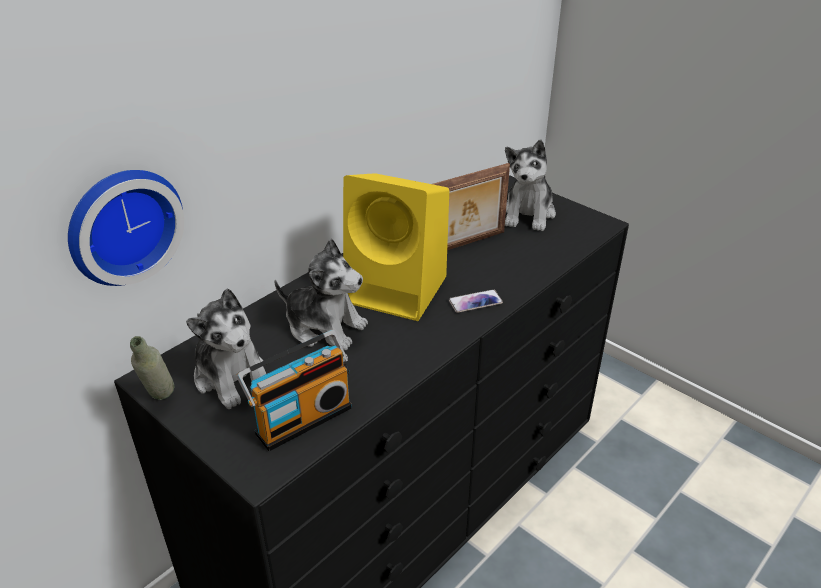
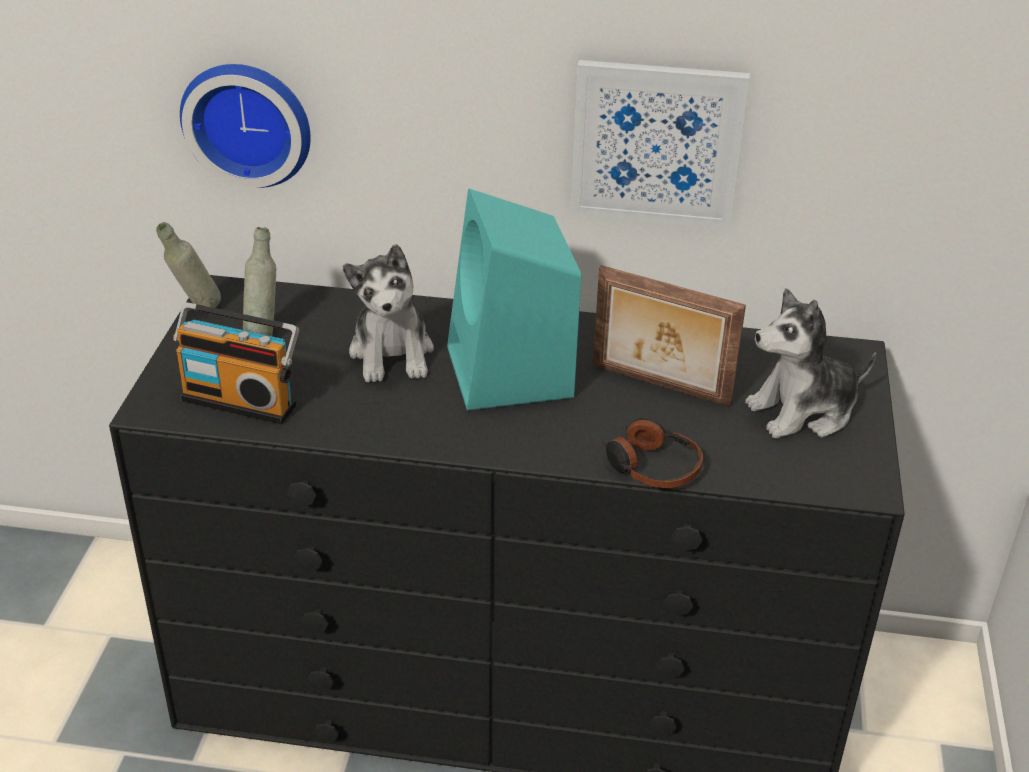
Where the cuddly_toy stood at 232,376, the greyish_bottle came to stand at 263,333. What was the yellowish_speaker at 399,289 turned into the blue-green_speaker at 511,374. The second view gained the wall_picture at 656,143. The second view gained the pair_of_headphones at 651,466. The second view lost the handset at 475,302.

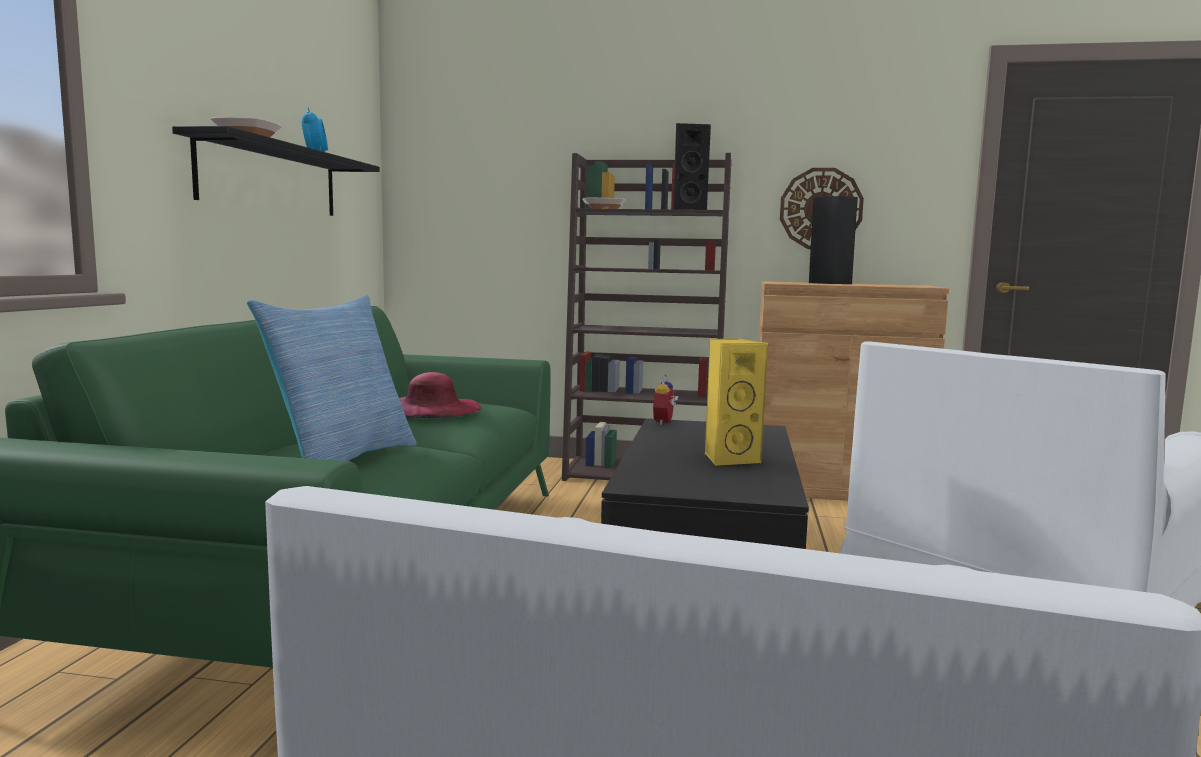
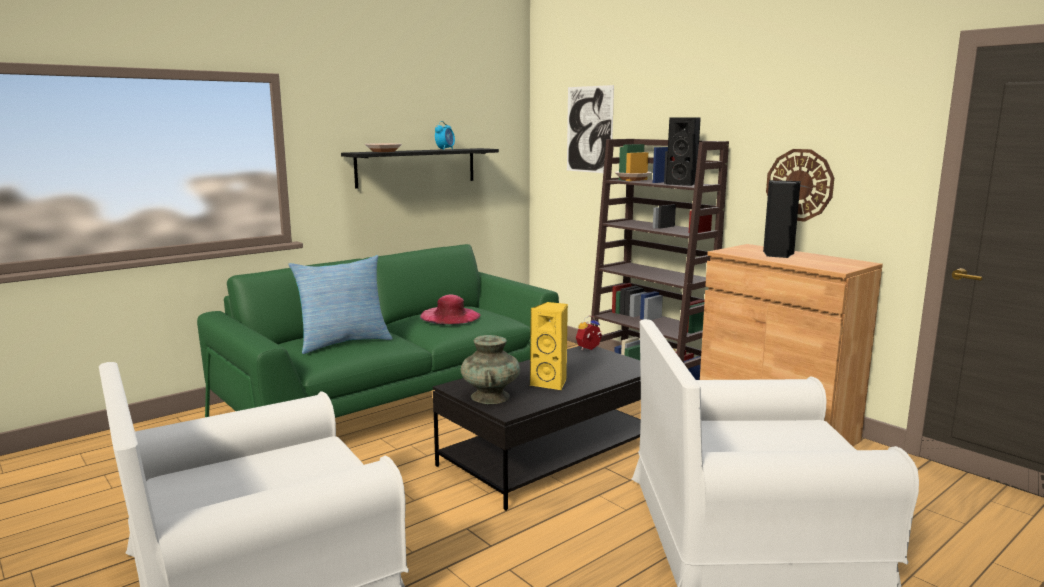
The second view gained the blue-green_flower_vase at 490,396. The second view gained the wall_picture at 589,129.

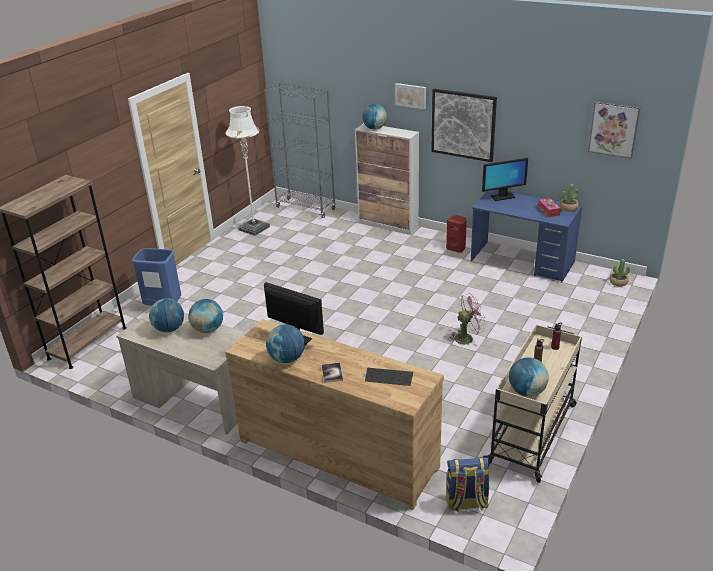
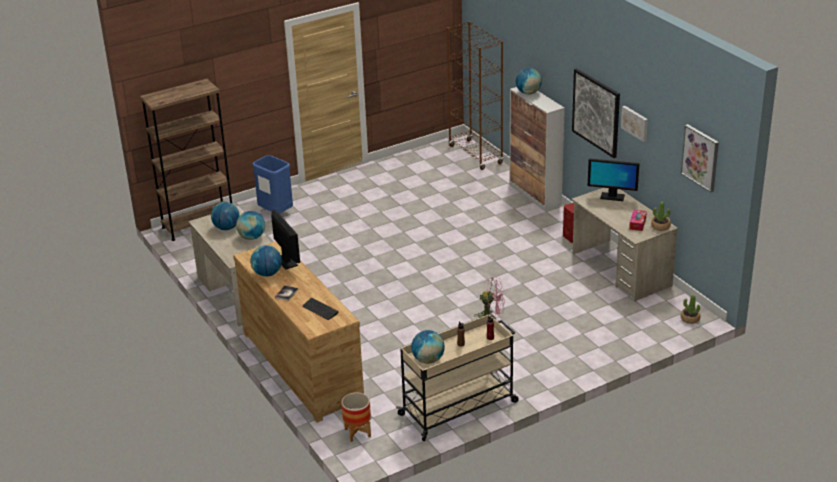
Where the rucksack stood at 466,503, the flower_pot came to stand at 357,433. What was the greyish_shelving_unit at 306,208 turned into the brown-coloured_shelving_unit at 475,155. What was the blue_desk at 522,262 turned into the sand-coloured_desk at 621,270. The wall_picture ended up elsewhere, having gone from 411,95 to 635,123. The second view lost the white-coloured_standing_lamp at 254,228.

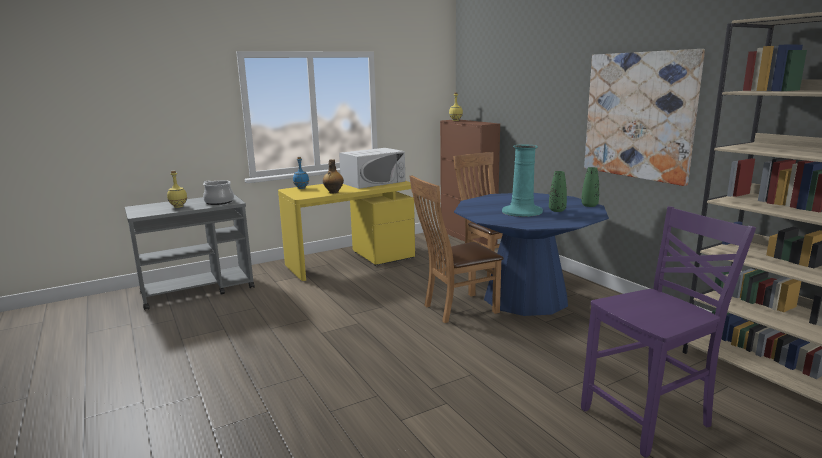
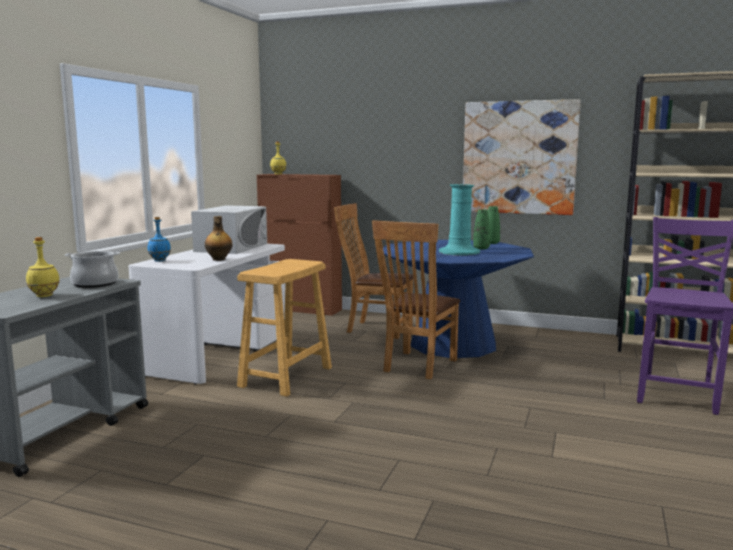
What was the yellowish_desk at 351,261 turned into the white-coloured_desk at 218,353. The second view gained the sand-coloured_stool_seat at 285,377.

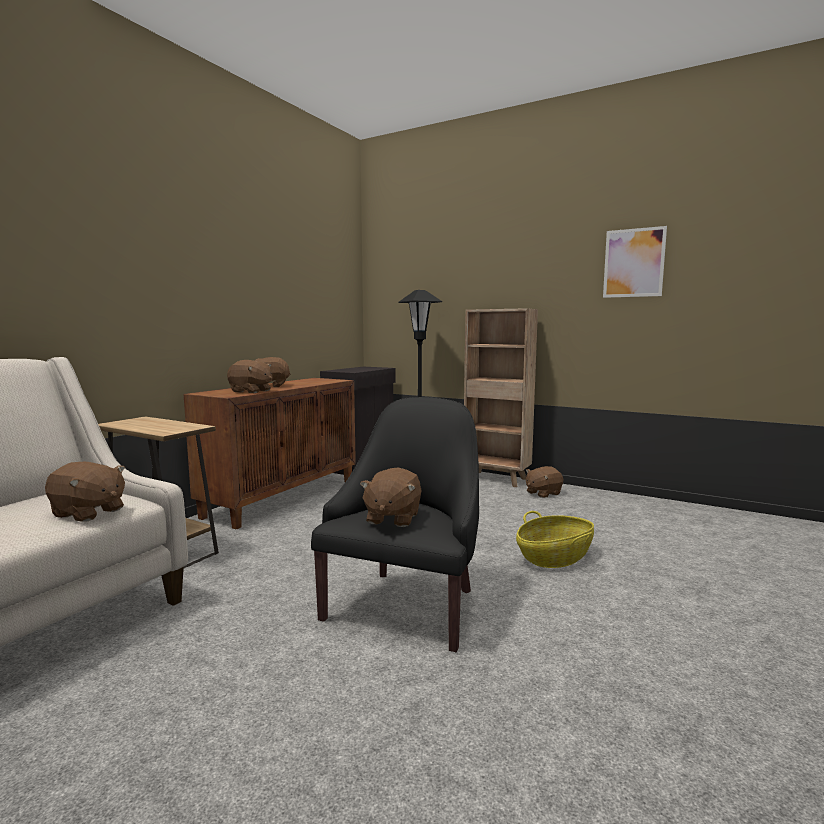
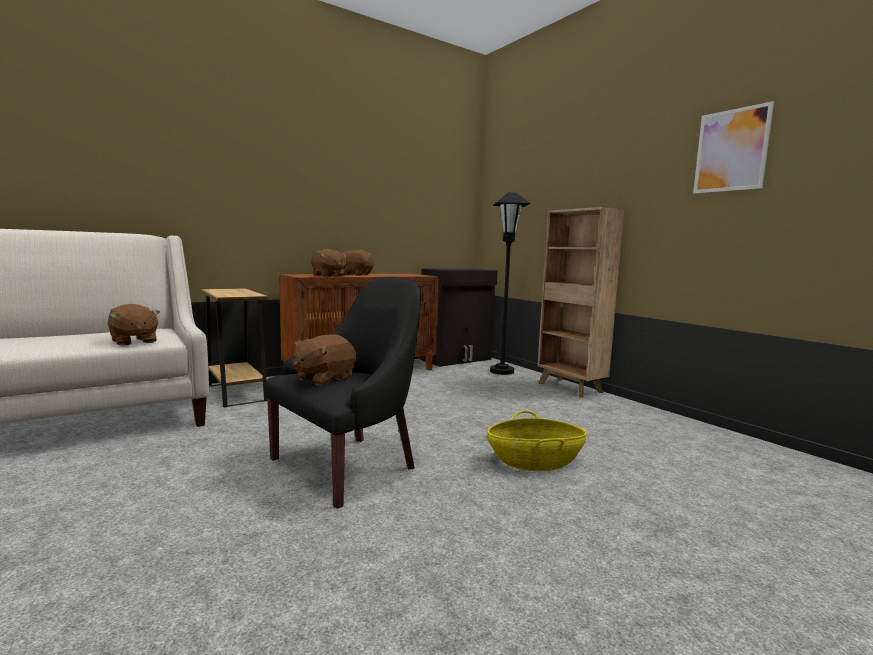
The second view lost the brown-coloured_cuddly_toy at 543,493.

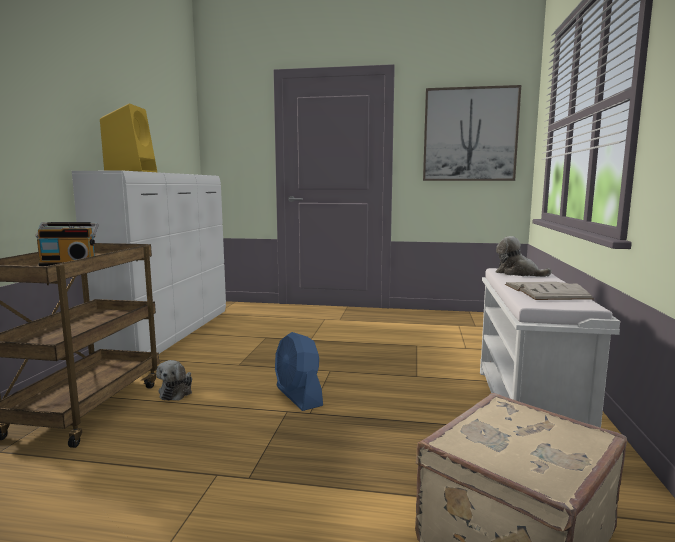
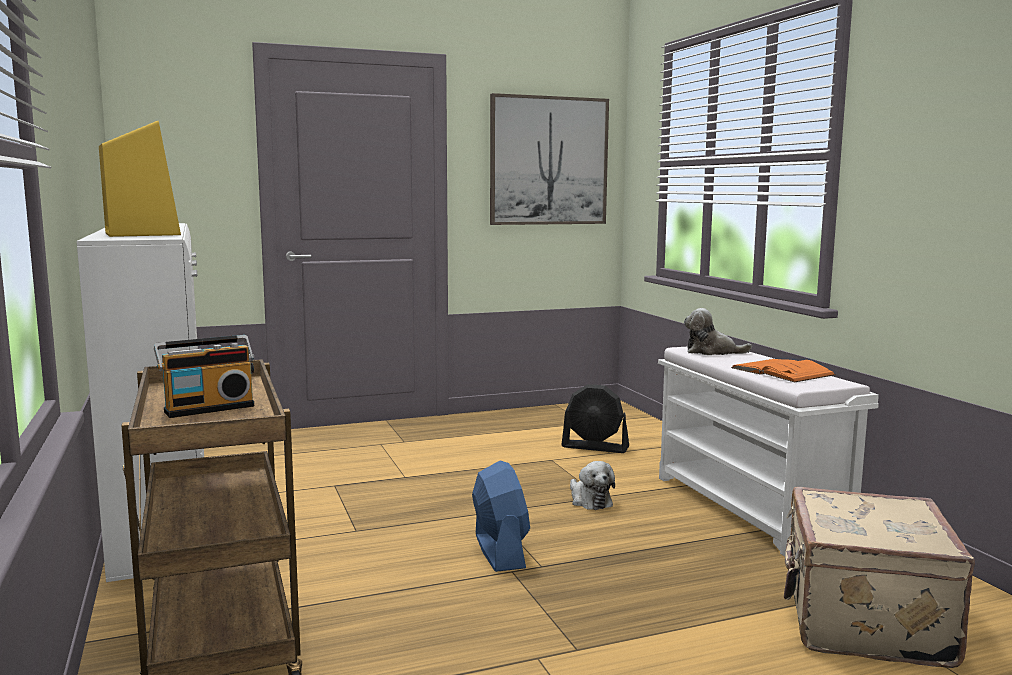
The blue_cooling_fan at 298,396 ended up facing another way, 135 degrees counterclockwise from before. The second view gained the black_cooling_fan at 595,447. The cuddly_toy ended up elsewhere, having gone from 177,391 to 589,500. What was the white-coloured_volume at 546,291 turned into the orange-coloured_volume at 782,371.

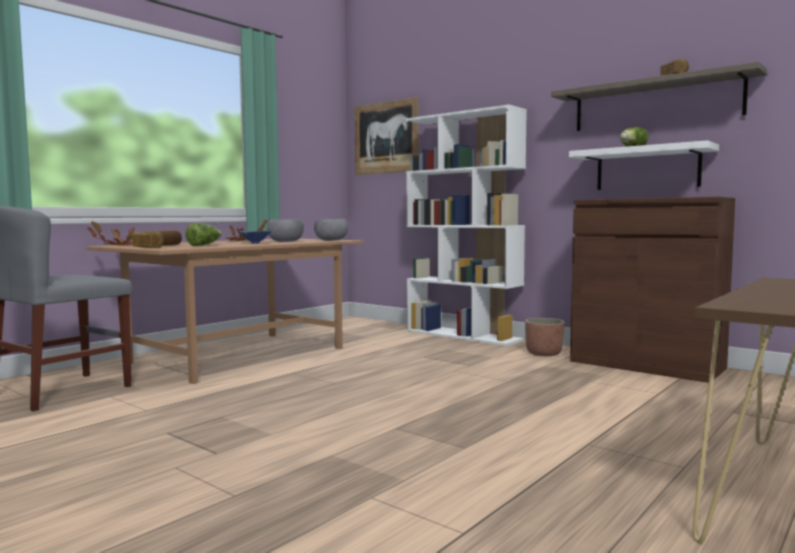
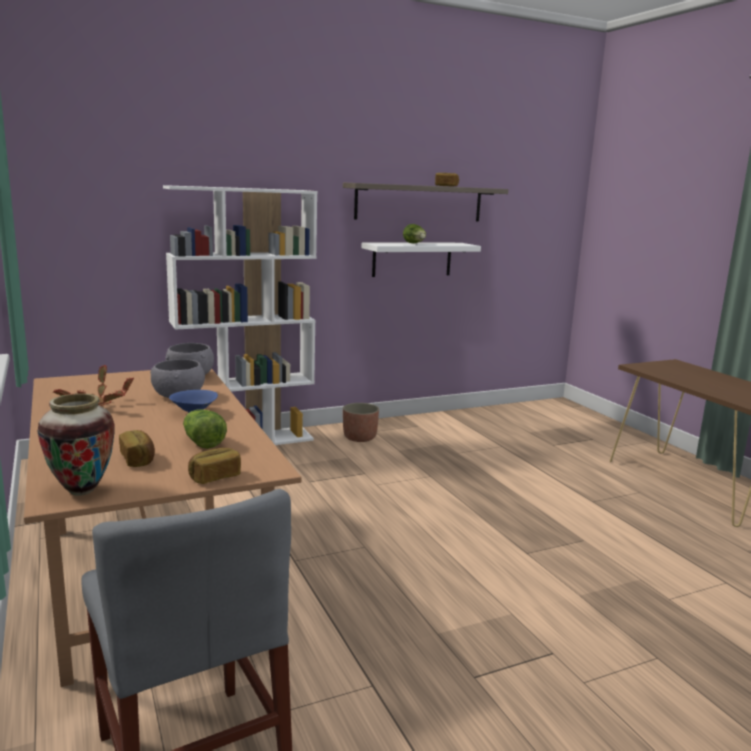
Where the plant_in_a_pot stood at 119,245, the flower_vase came to stand at 82,491. The second view lost the wall_picture at 386,138. The second view lost the brown-coloured_storage_cabinet at 646,365.

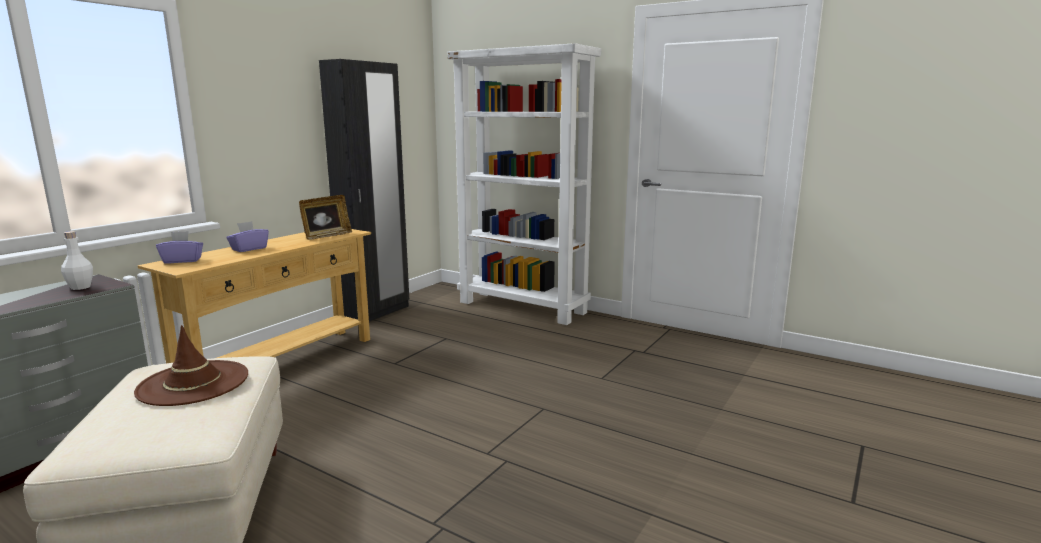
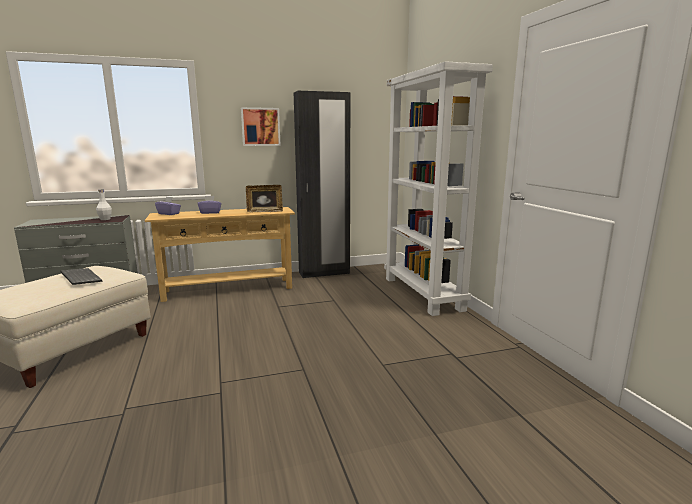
Where the brown-coloured_wearable_hat stood at 193,383, the PC_keyboard came to stand at 79,278. The second view gained the wall_picture at 260,127.

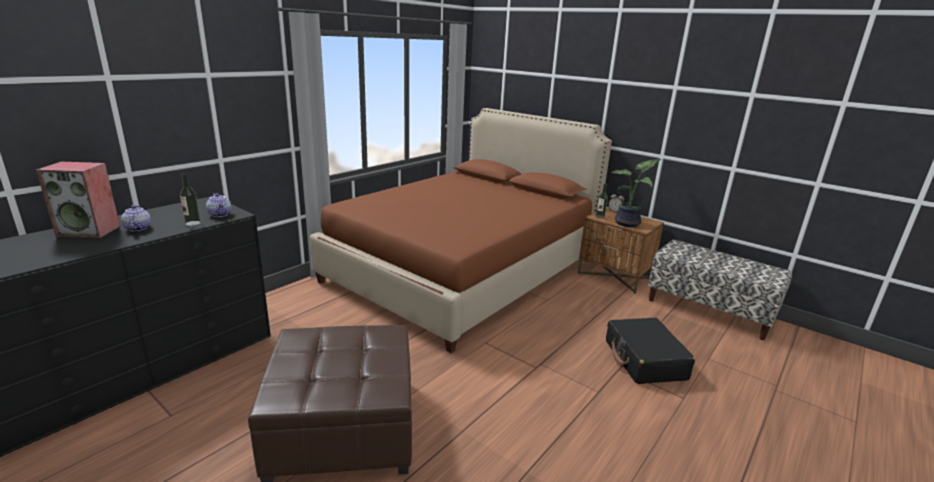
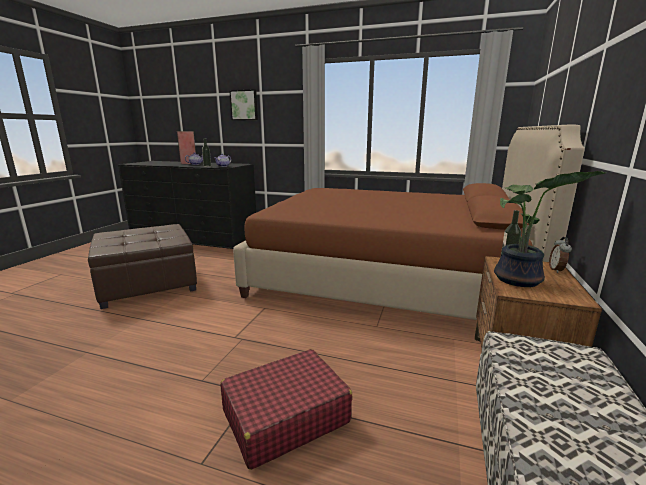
What was the black_travel_case at 644,360 turned into the red_travel_case at 285,416. The second view gained the wall_picture at 244,105.

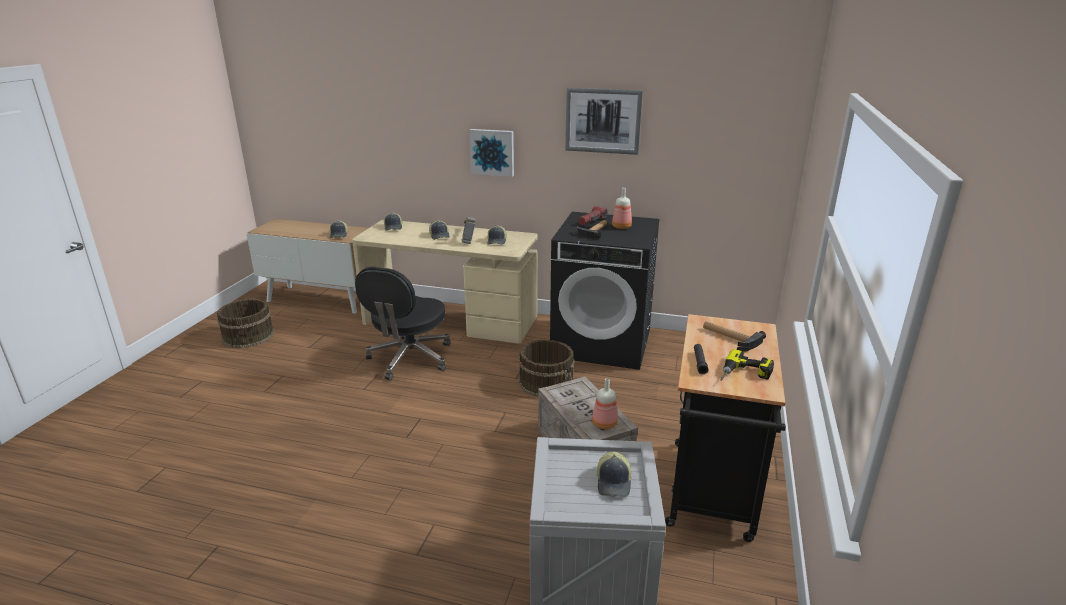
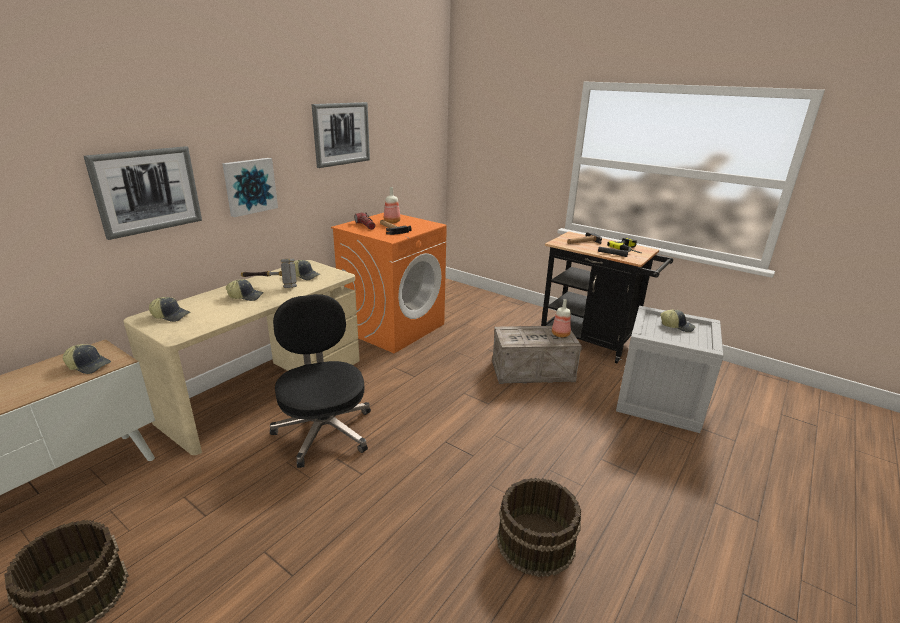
The second view gained the wall_picture at 147,191. The black_office_chair at 409,359 ended up facing another way, 150 degrees counterclockwise from before. What was the black_laundry_machine at 602,343 turned into the orange-coloured_laundry_machine at 393,327. The brown-coloured_water_bucket ended up elsewhere, having gone from 546,382 to 535,541.

